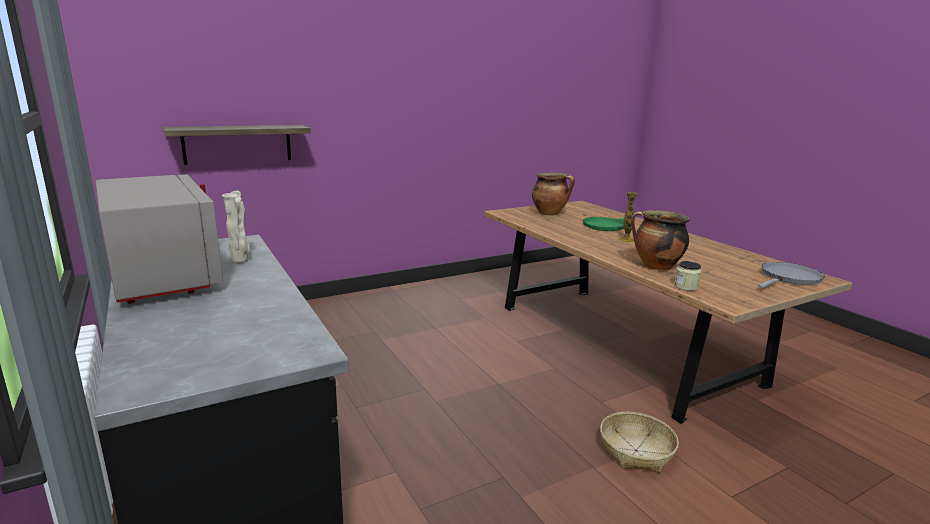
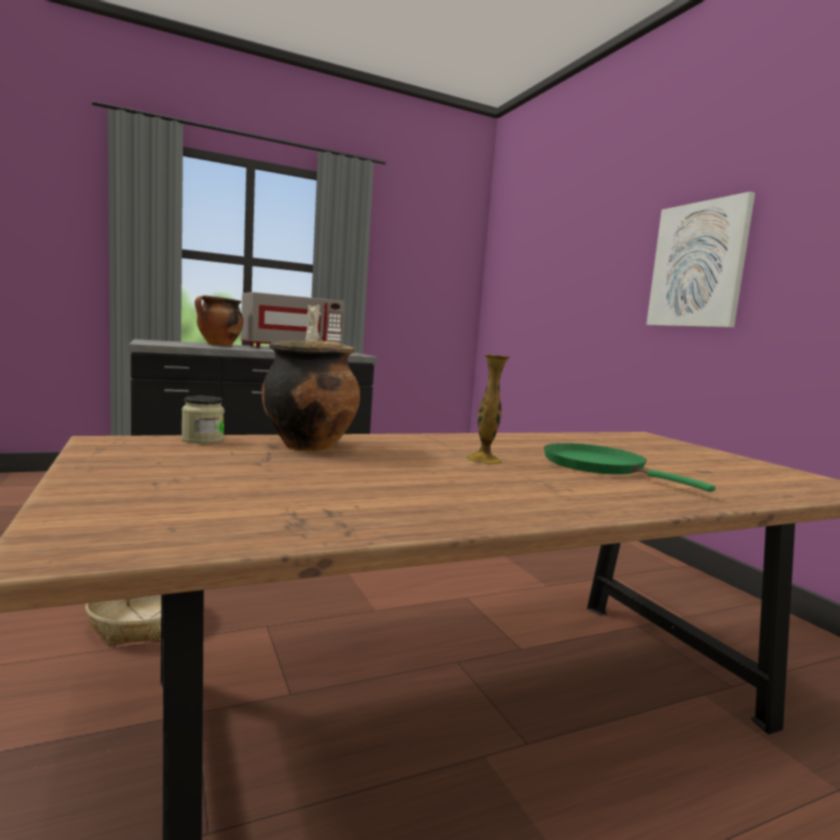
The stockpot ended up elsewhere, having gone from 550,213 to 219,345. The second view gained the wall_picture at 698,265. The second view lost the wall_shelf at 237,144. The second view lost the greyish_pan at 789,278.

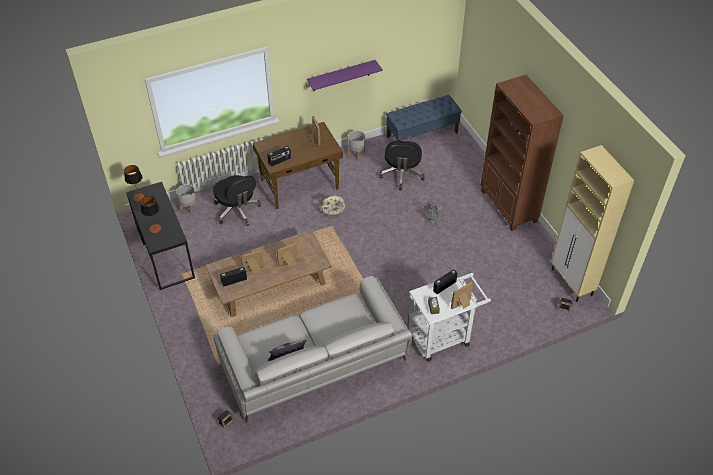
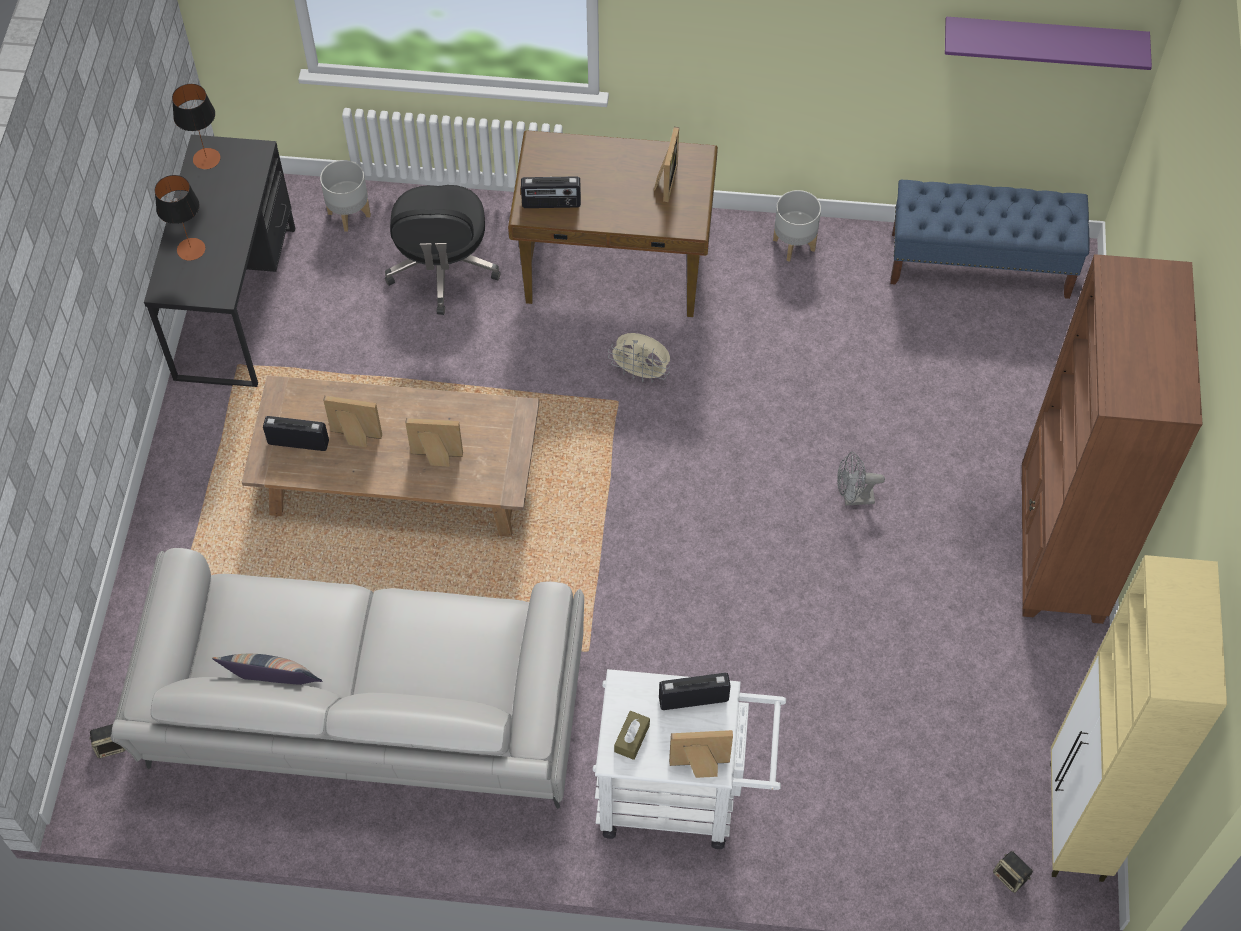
The purple-coloured_wall_shelf ended up elsewhere, having gone from 341,76 to 1043,40. The second view lost the black_office_chair at 401,174.

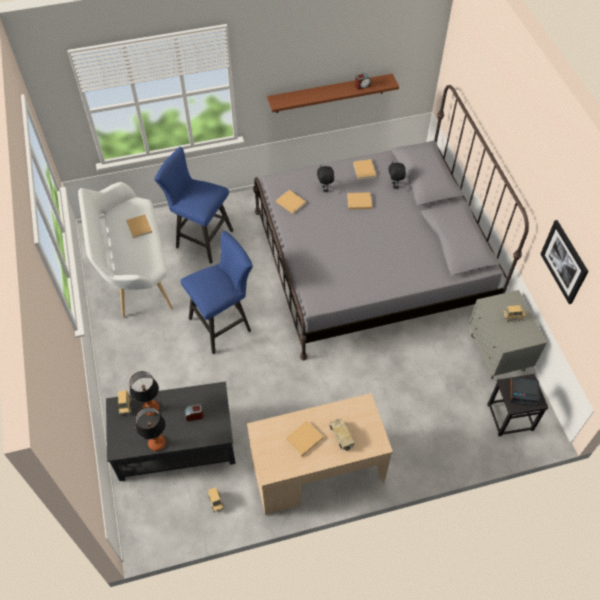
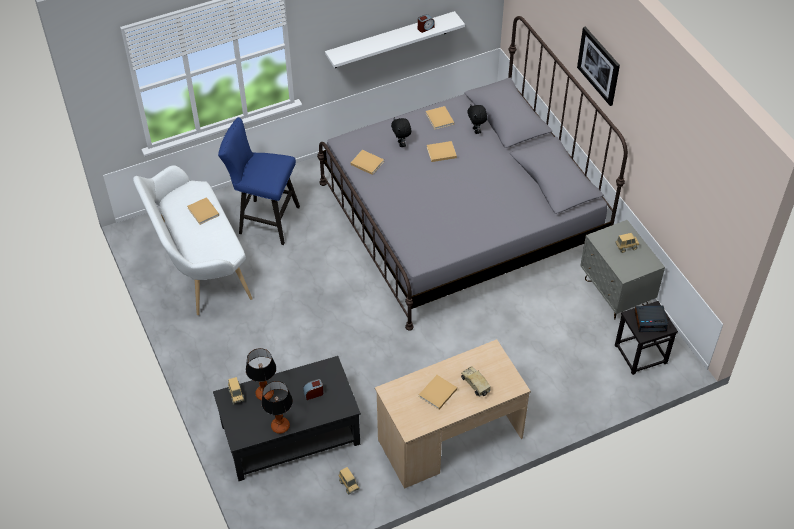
What was the brown-coloured_wall_shelf at 330,93 turned into the white-coloured_wall_shelf at 390,40. The wall_picture ended up elsewhere, having gone from 564,261 to 599,65. The second view lost the blue_stool_seat at 224,323.

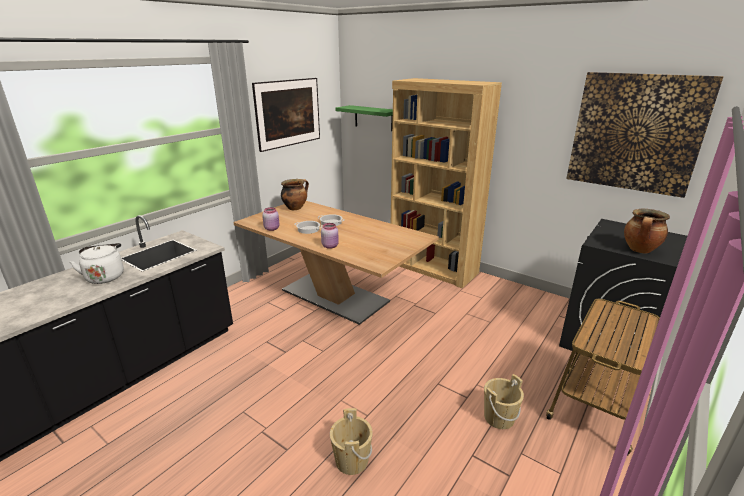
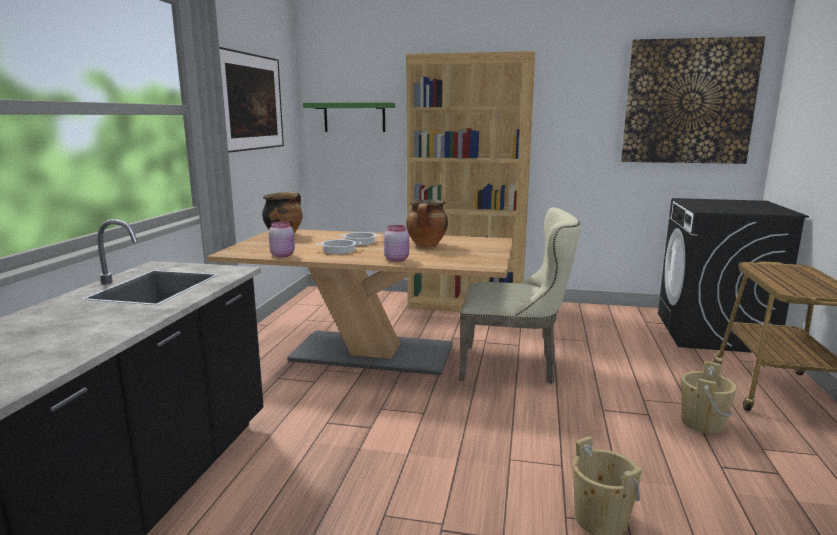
The stockpot ended up elsewhere, having gone from 640,250 to 427,245. The second view gained the sand-coloured_plain_chair at 514,366. The second view lost the white-coloured_tea_kettle at 105,276.

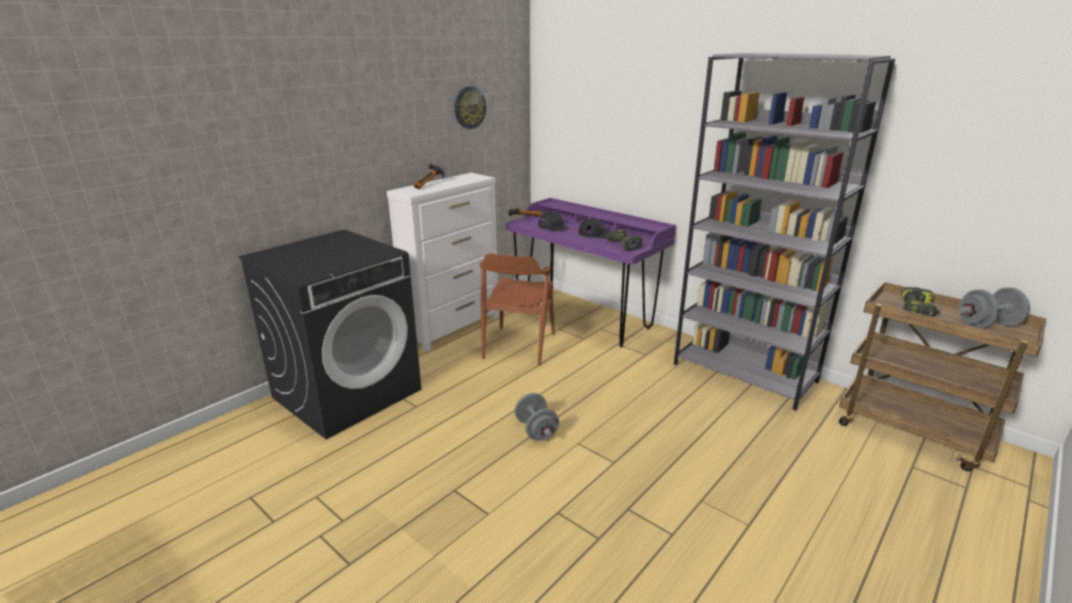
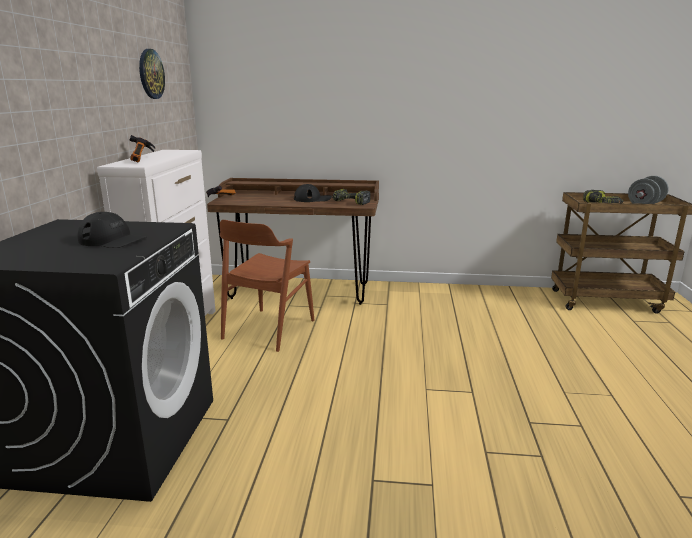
The black_baseball_cap ended up elsewhere, having gone from 554,227 to 113,240. What was the purple-coloured_desk at 583,318 turned into the brown-coloured_desk at 300,291. The brown-coloured_plain_chair at 519,346 ended up facing another way, 45 degrees clockwise from before. The second view lost the greyish_dumbbell at 536,430. The second view lost the greyish_shelving_unit at 745,373.

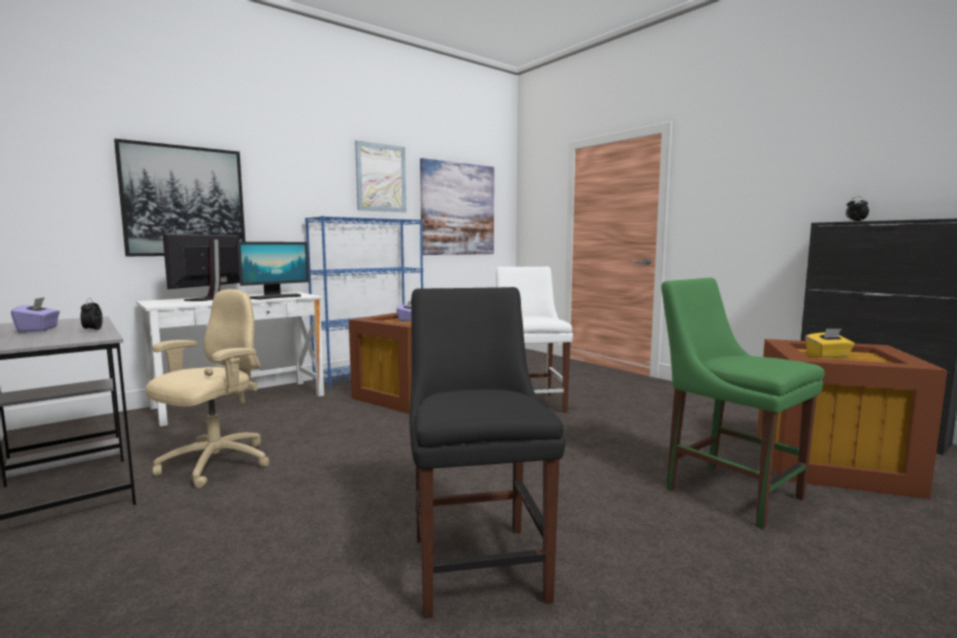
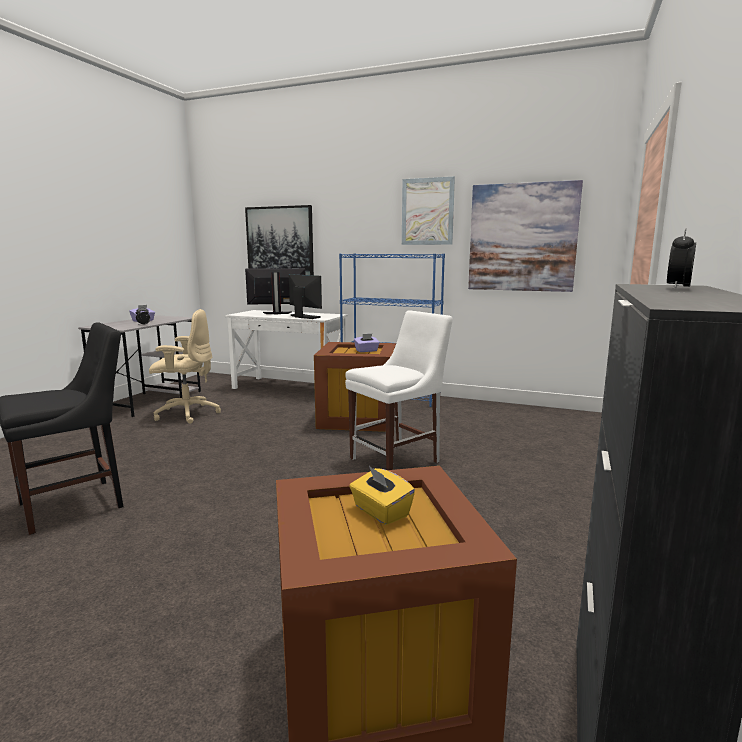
The computer_screen at 276,297 ended up facing another way, 150 degrees counterclockwise from before. The second view lost the green-coloured_plain_chair at 727,491.

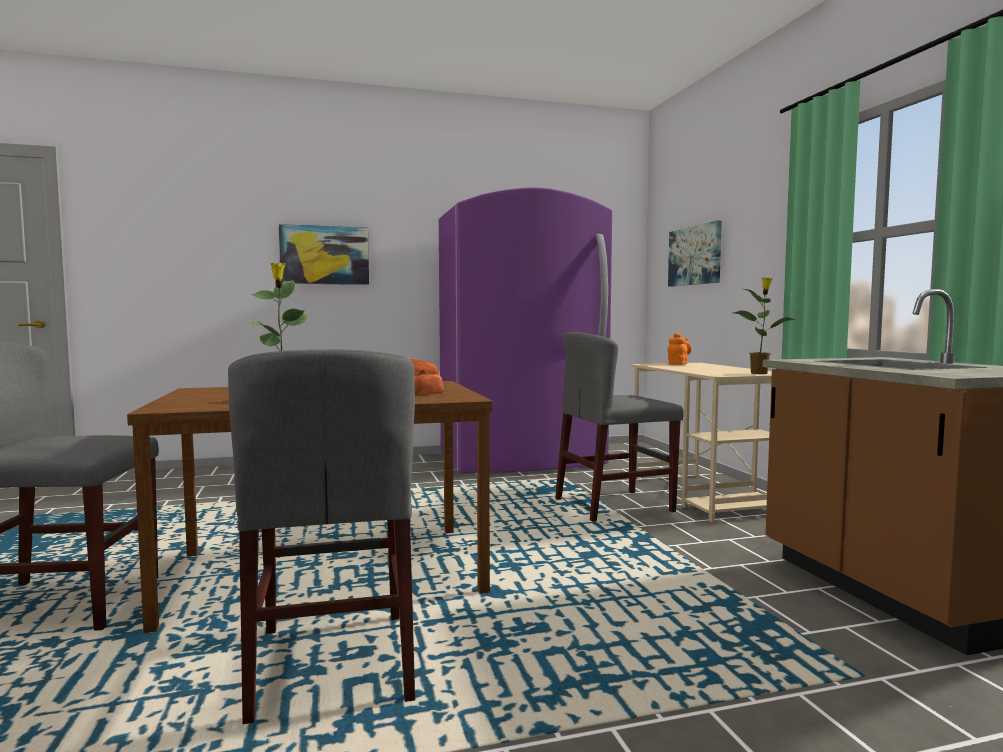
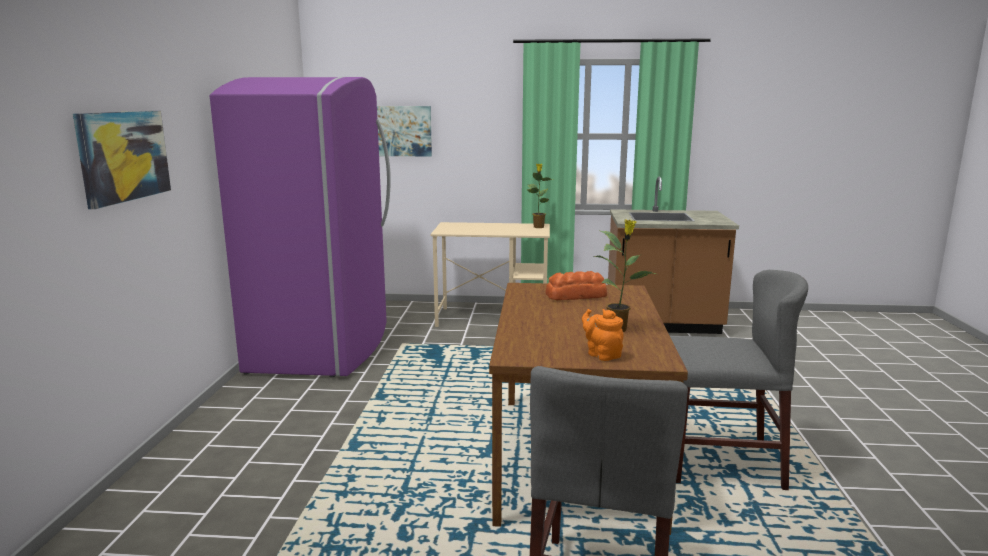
The orange-coloured_tea_pot ended up elsewhere, having gone from 678,364 to 602,354. The second view lost the greyish_plain_chair at 614,505.

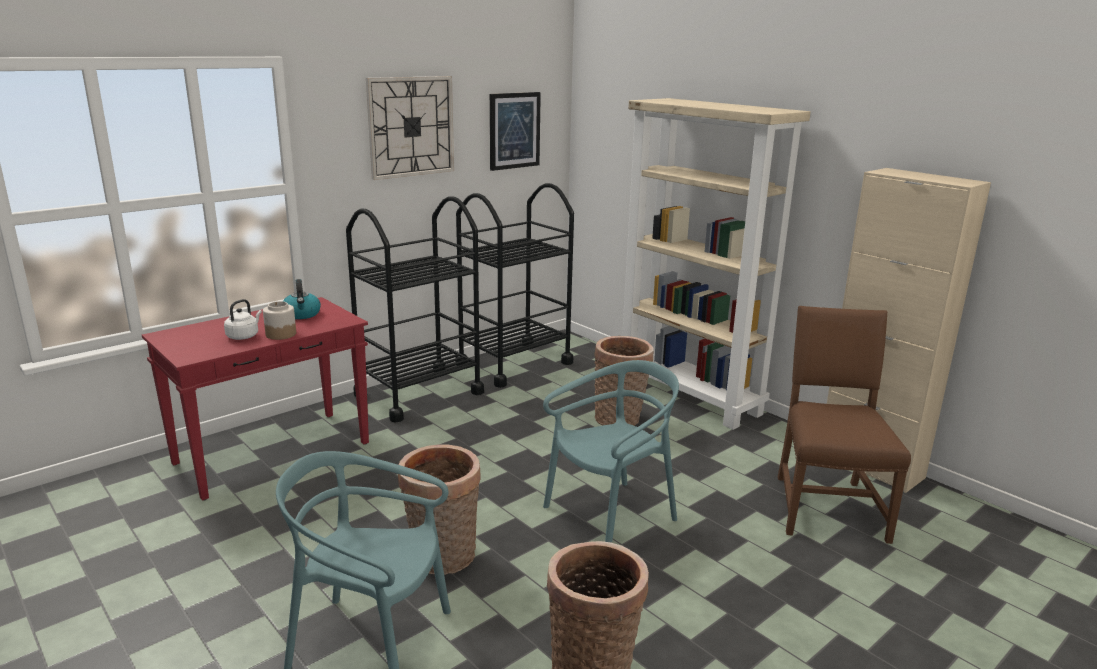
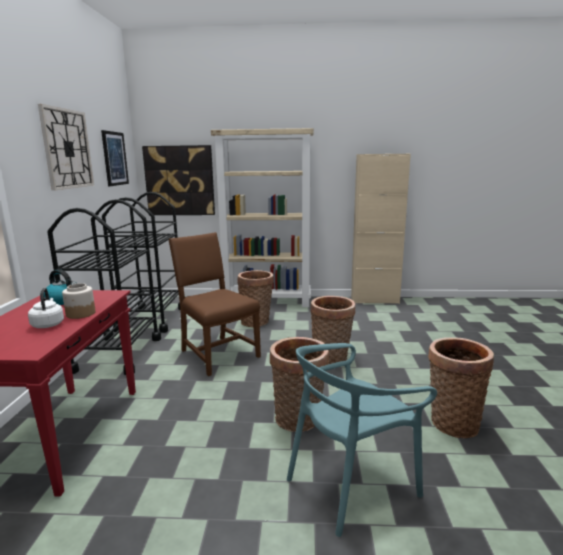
The second view gained the wall_picture at 179,181. The brown-coloured_plain_chair ended up elsewhere, having gone from 826,505 to 217,353. Where the blue-green_plain_chair stood at 611,517, the storage_basket came to stand at 331,359.

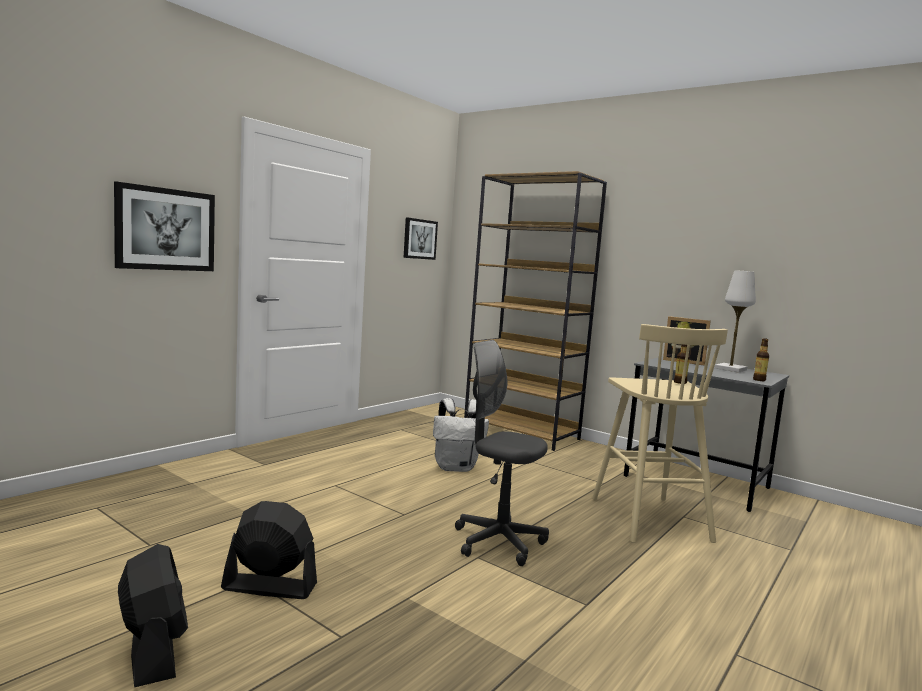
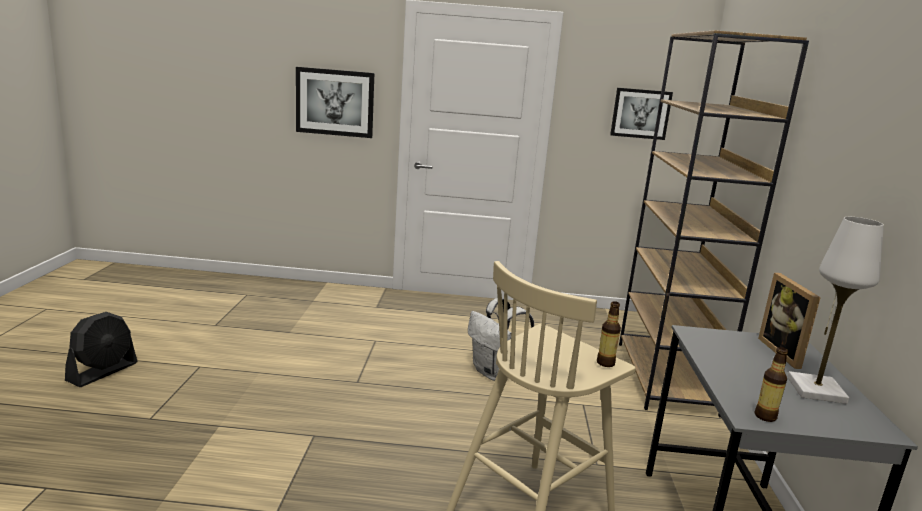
The second view lost the black_cooling_fan at 269,586. The second view lost the greyish_office_chair at 498,542.

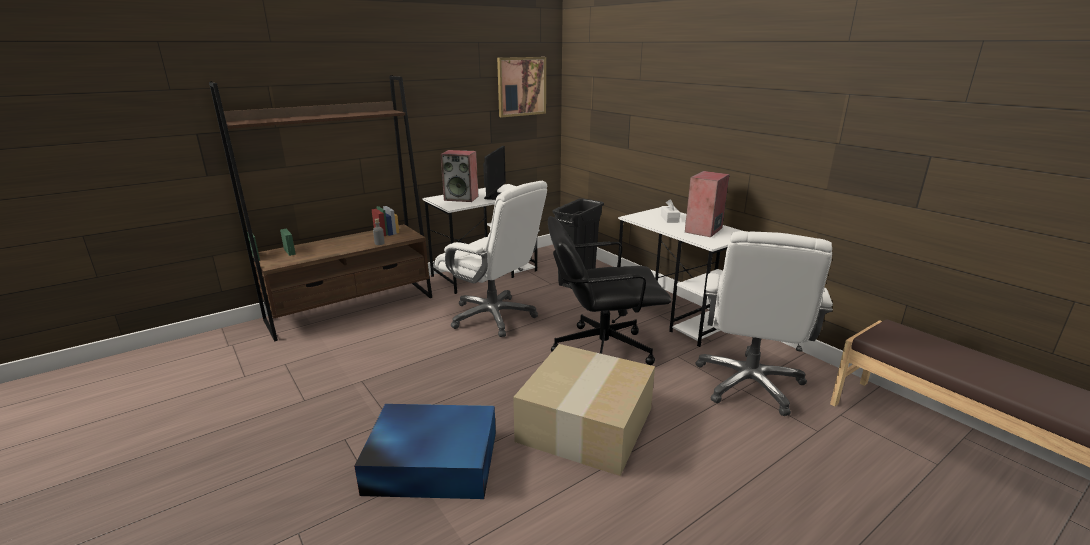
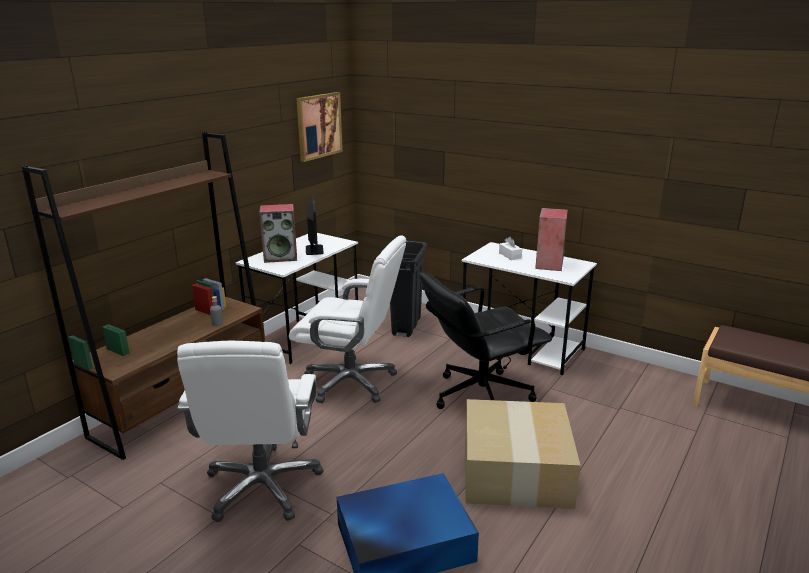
The white-coloured_office_chair ended up elsewhere, having gone from 749,383 to 262,486.

